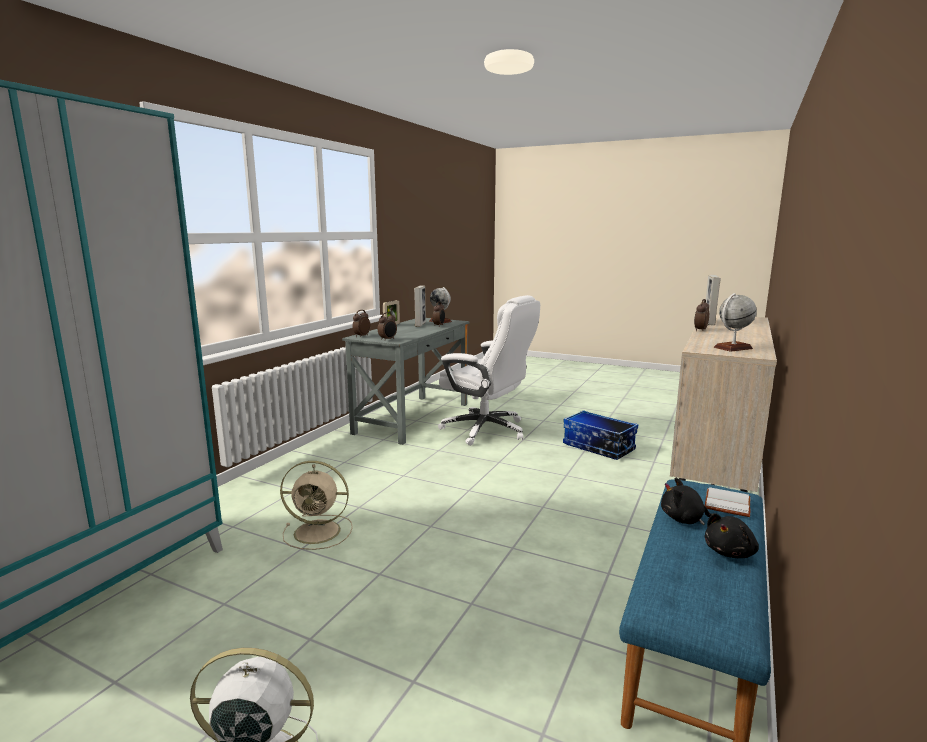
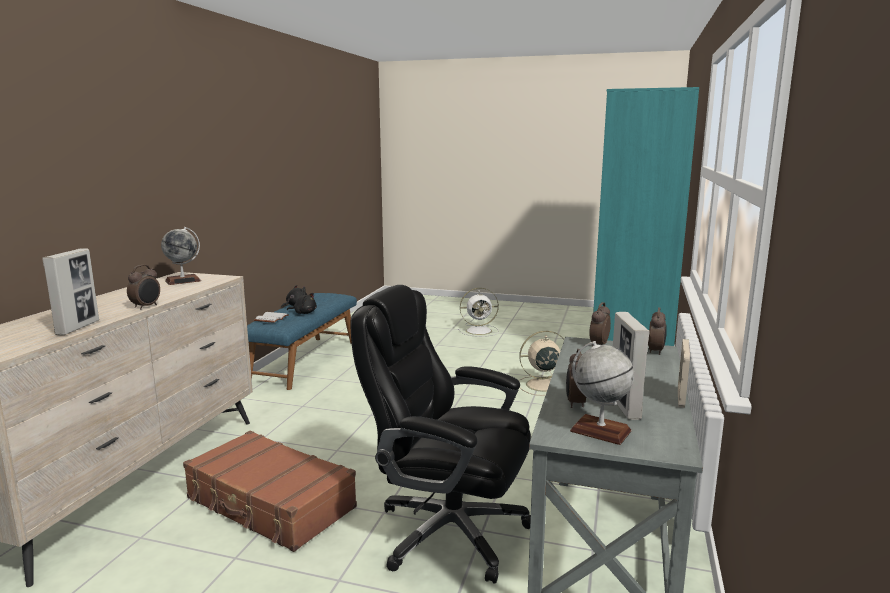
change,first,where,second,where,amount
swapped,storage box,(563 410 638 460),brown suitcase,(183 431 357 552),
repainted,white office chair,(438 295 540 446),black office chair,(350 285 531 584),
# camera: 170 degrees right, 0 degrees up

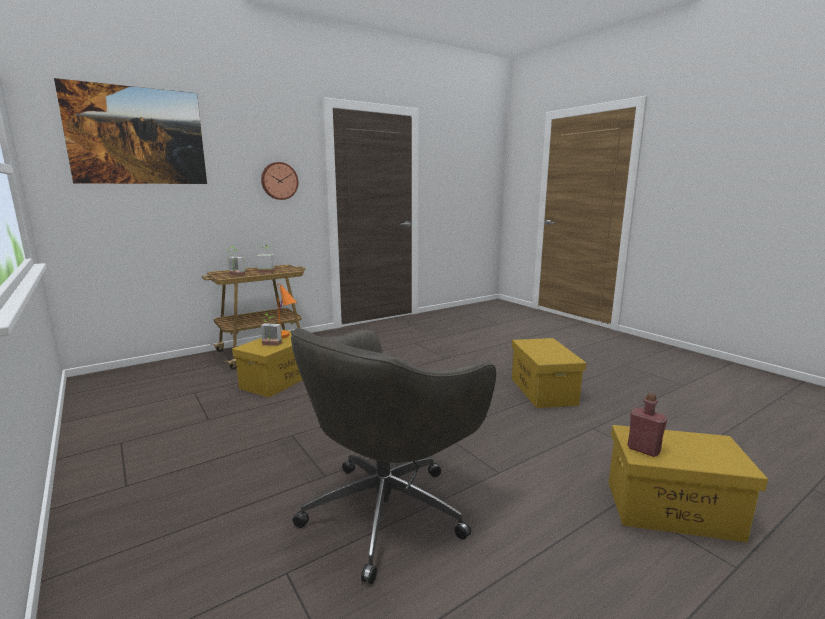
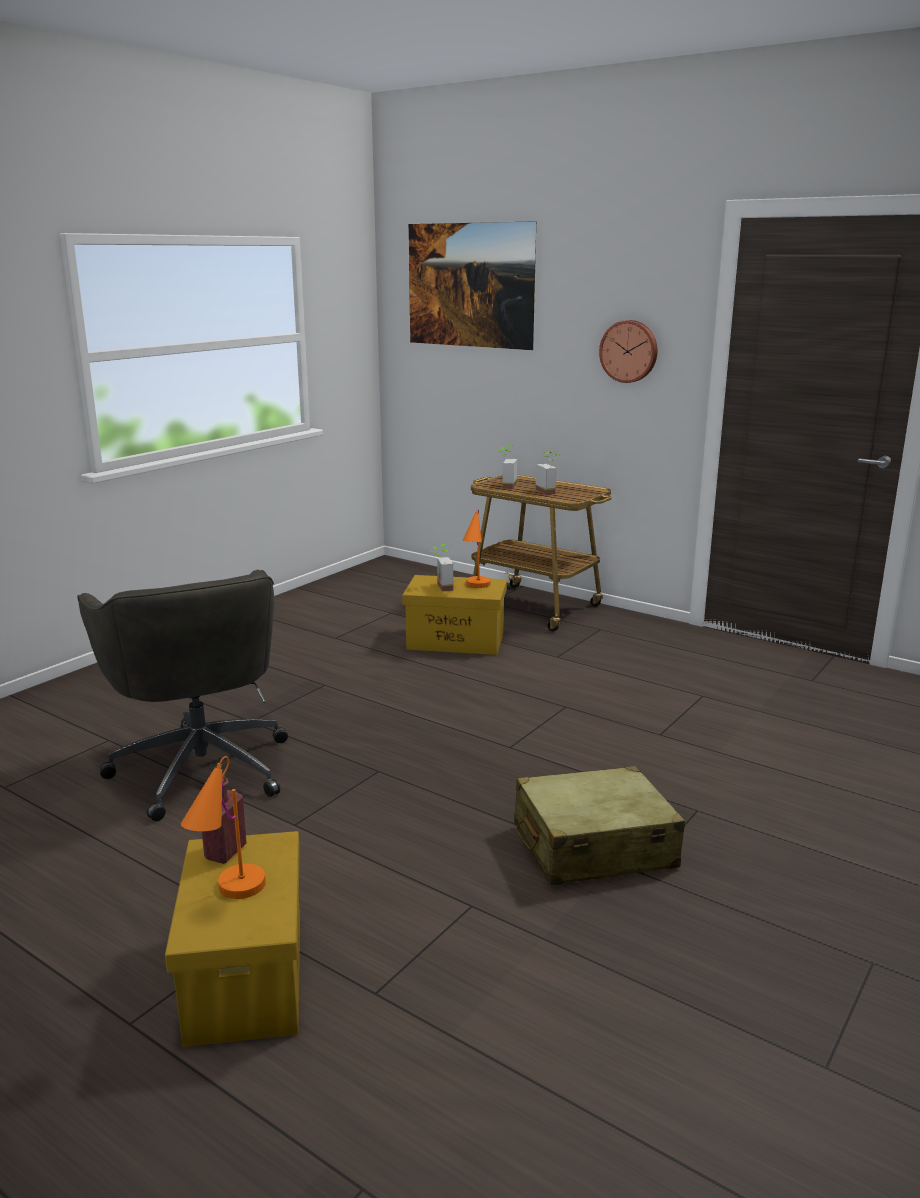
change,first,where,second,where,amount
rotated,grey office chair,(291 328 496 584),,(77 570 288 821),135 degrees counterclockwise
new,,,orange table lamp,(181 756 266 899),
swapped,yellow storage box,(512 338 586 408),beige suitcase,(514 766 685 886),
# camera: 70 degrees right, 5 degrees up

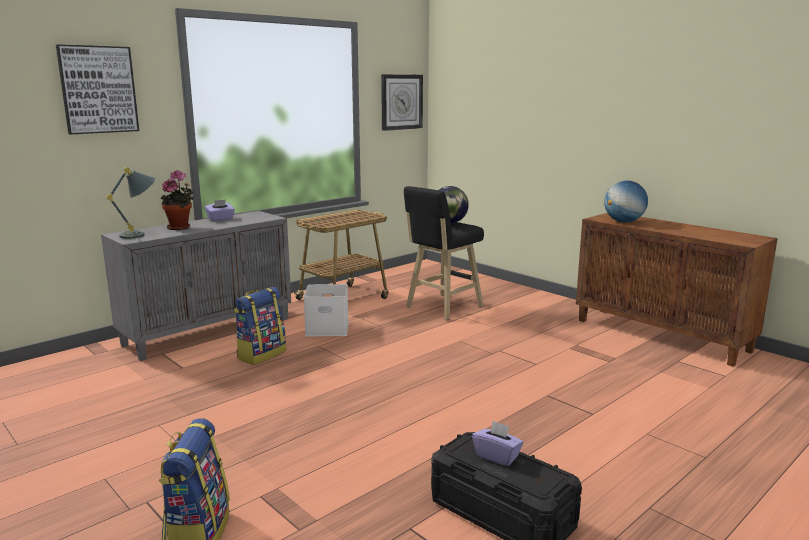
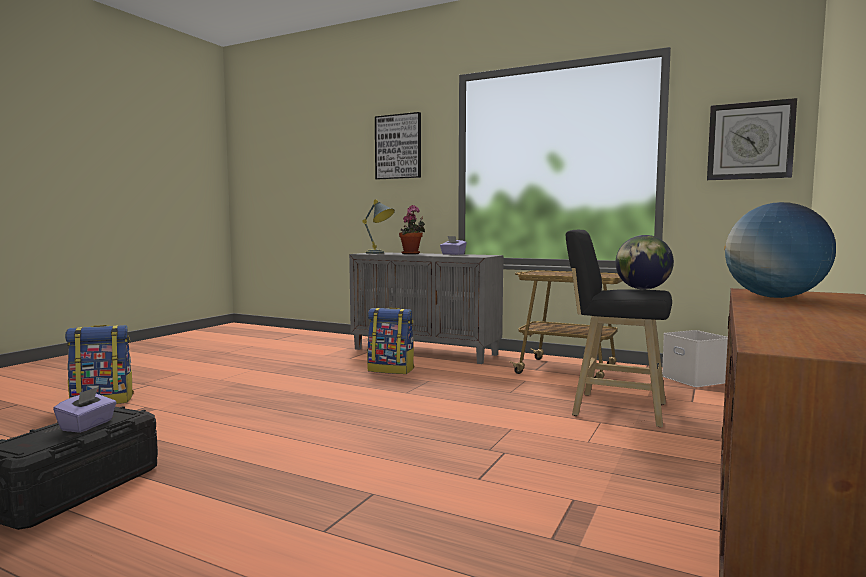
change,first,where,second,where,amount
shifted,white storage box,(304 284 349 337),,(662 330 728 387),
# camera: 70 degrees right, 10 degrees down

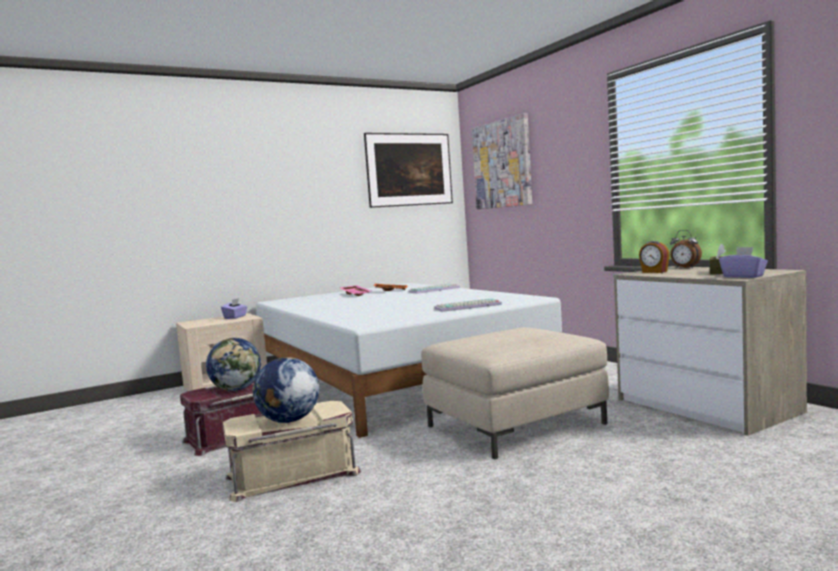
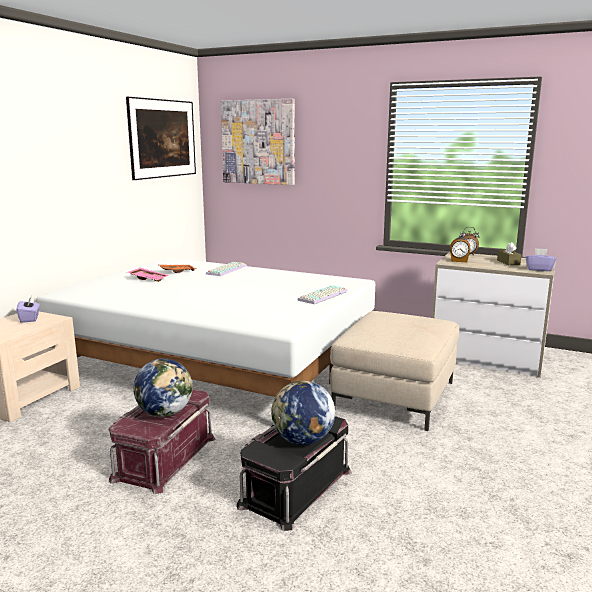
change,first,where,second,where,amount
repainted,beige storage box,(223 401 361 502),black storage box,(237 416 352 531),
# camera: 35 degrees left, 10 degrees up

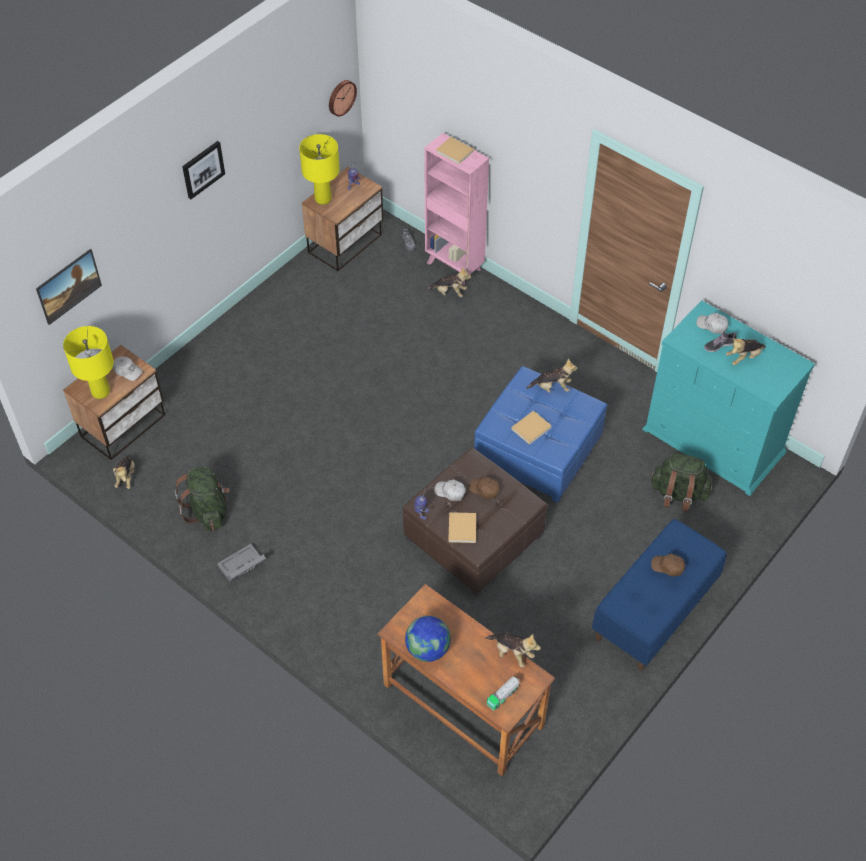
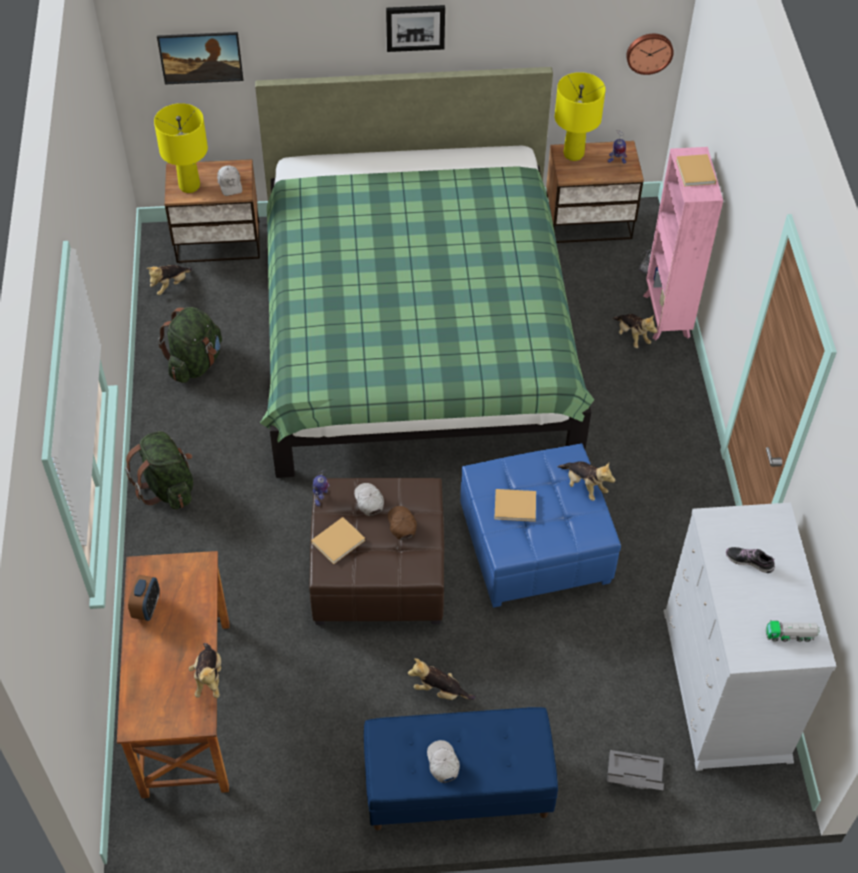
change,first,where,second,where,amount
shifted,green backpack,(651 453 712 511),,(125 431 193 509),
swapped,globe,(405 616 451 662),alarm clock,(128 575 160 621),
new,,,green bed,(255 67 594 478),
shifted,plush toy,(726 338 766 365),,(408 658 476 700),
shifted,white cap,(696 313 729 334),,(427 740 460 783),
shifted,grey storage box,(217 544 266 581),,(607 750 664 790),
repainted,turquoise dresser,(642 300 815 496),white dresser,(663 502 837 771),
shifted,toy truck,(487 676 520 711),,(766 620 820 642),
gone,brown cap,(651 554 685 576),,,
# camera: 45 degrees right, 0 degrees up

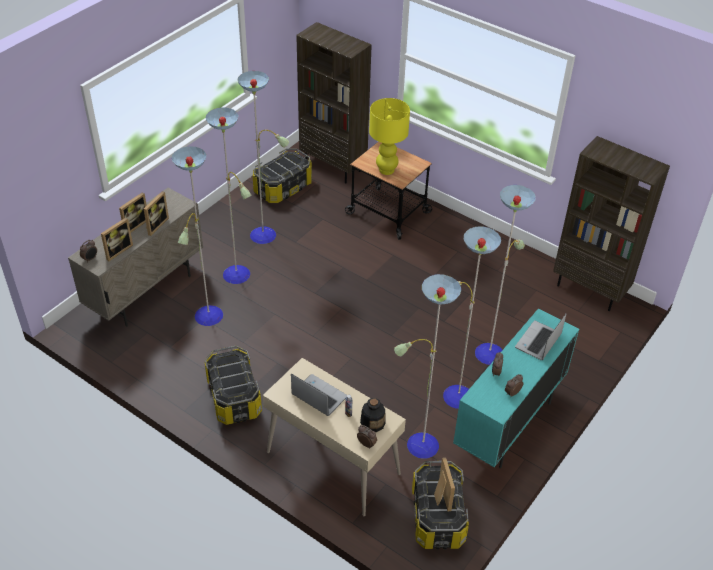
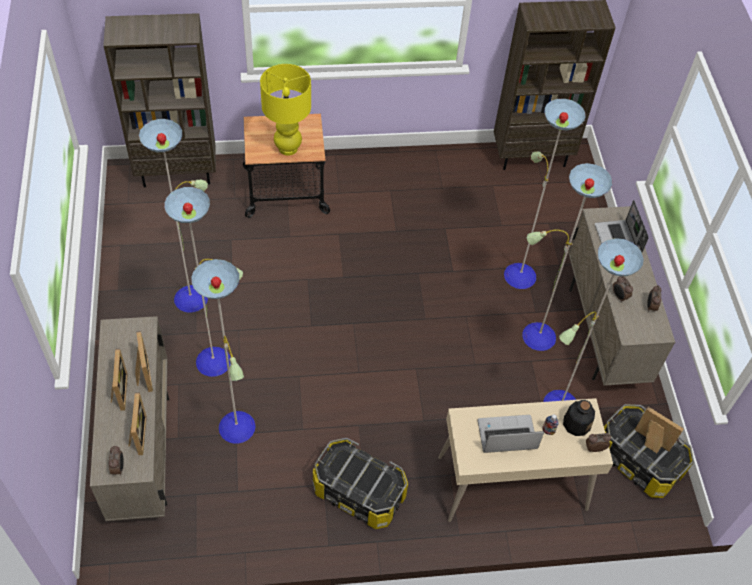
change,first,where,second,where,amount
repainted,turquoise cabinet,(453 308 579 469),beige cabinet,(568 206 675 386),
gone,storage box,(252 148 312 203),,,
# camera: 45 degrees left, 10 degrees up

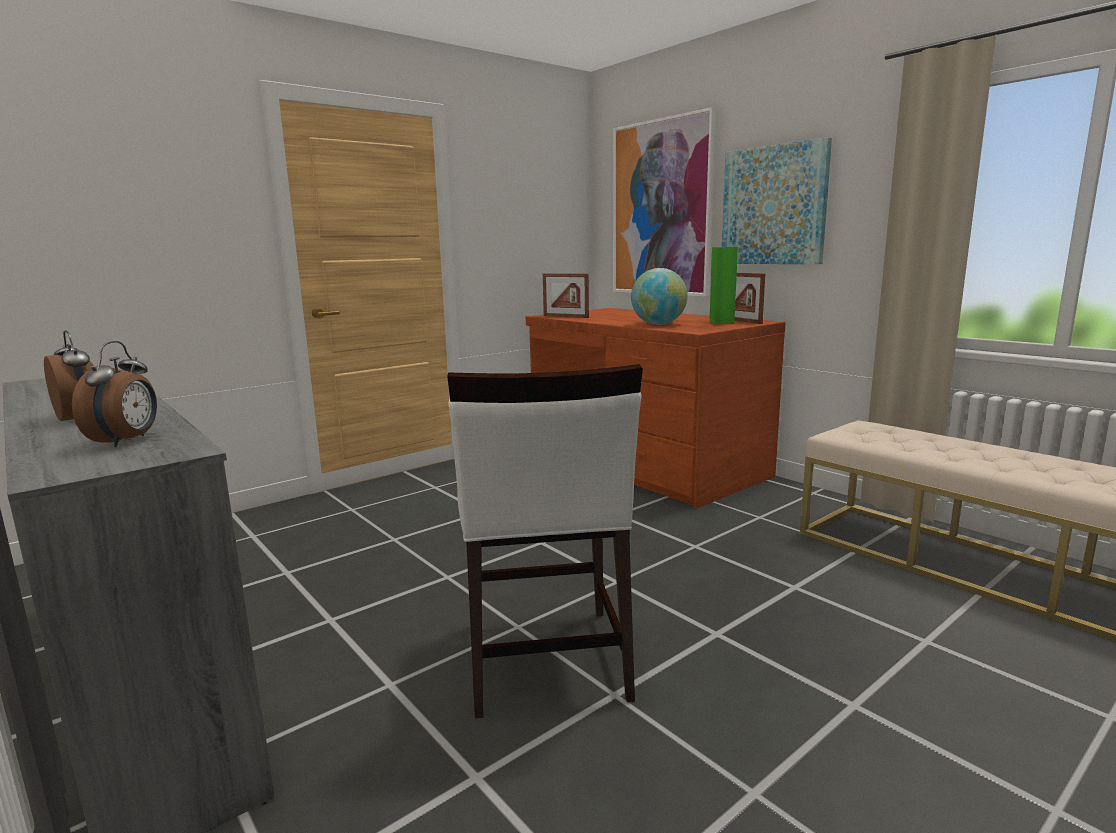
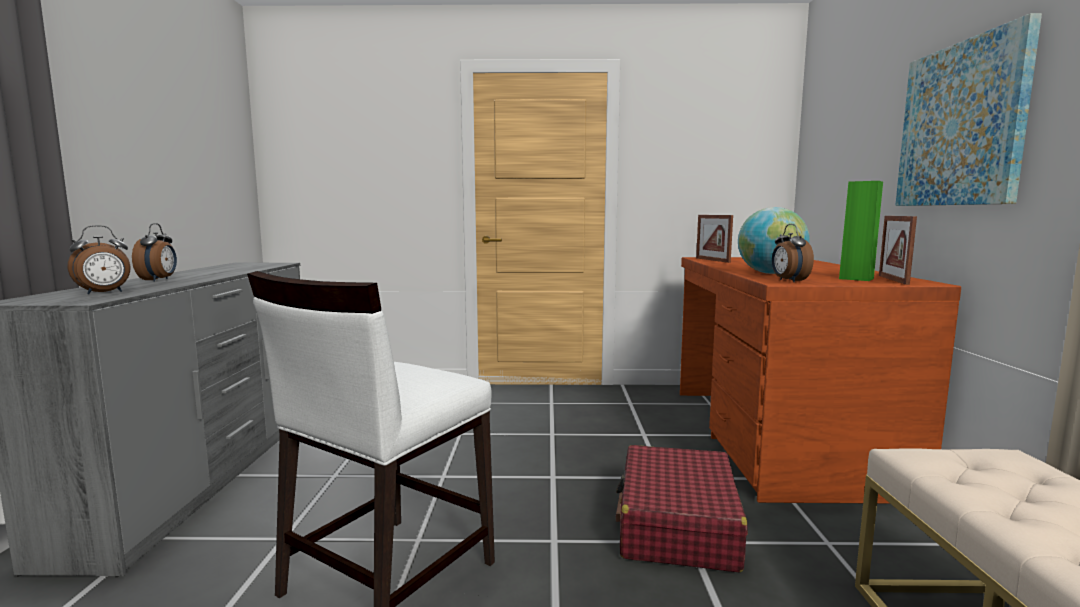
change,first,where,second,where,amount
new,,,red suitcase,(616 445 748 572),
new,,,alarm clock,(772 224 814 283),
gone,picture,(613 107 716 296),,,
# camera: 40 degrees right, 5 degrees down

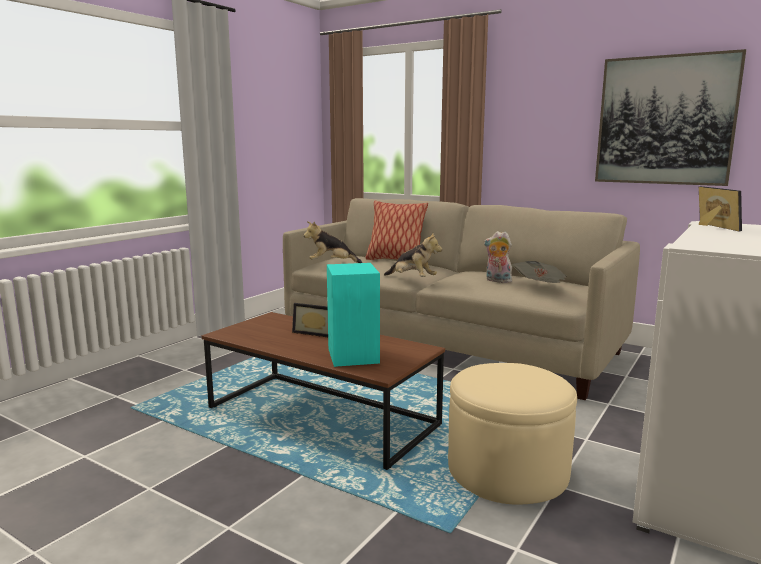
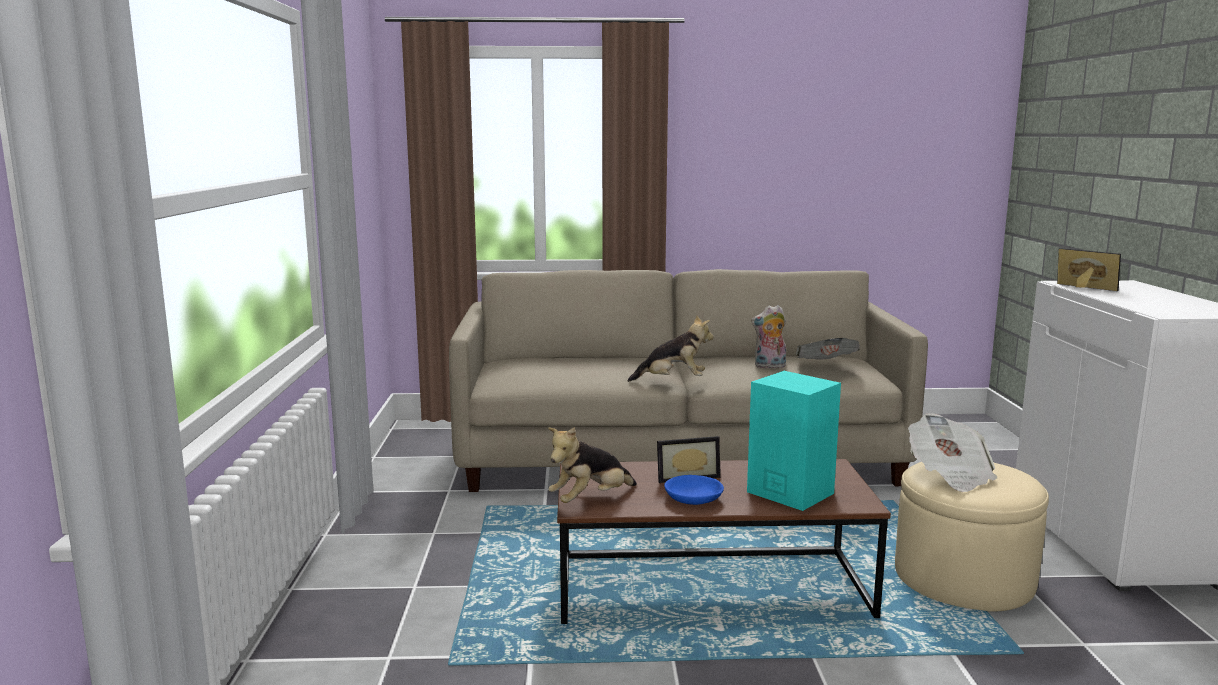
change,first,where,second,where,amount
shifted,plush toy,(303 221 362 263),,(548 427 637 503),
new,,,blue bowl,(664 475 724 505),
new,,,newspaper,(908 413 997 492),
gone,pillow,(365 201 428 260),,,
gone,picture,(595 49 746 186),,,
# camera: 35 degrees left, 0 degrees up

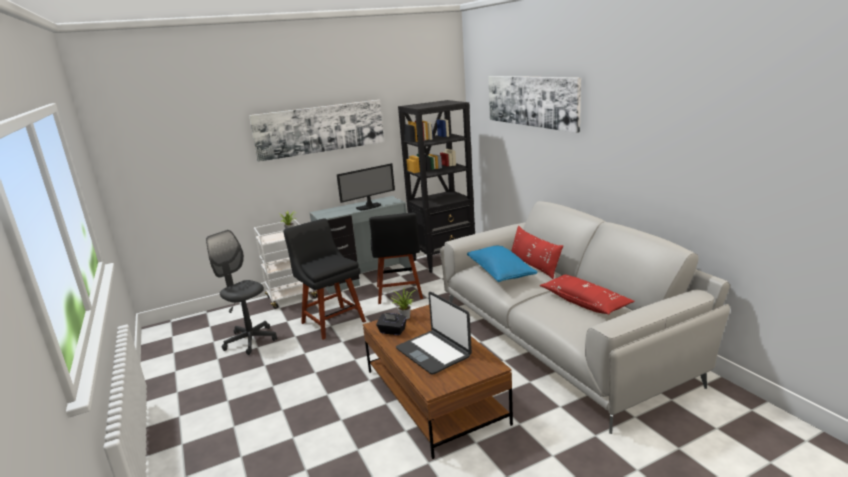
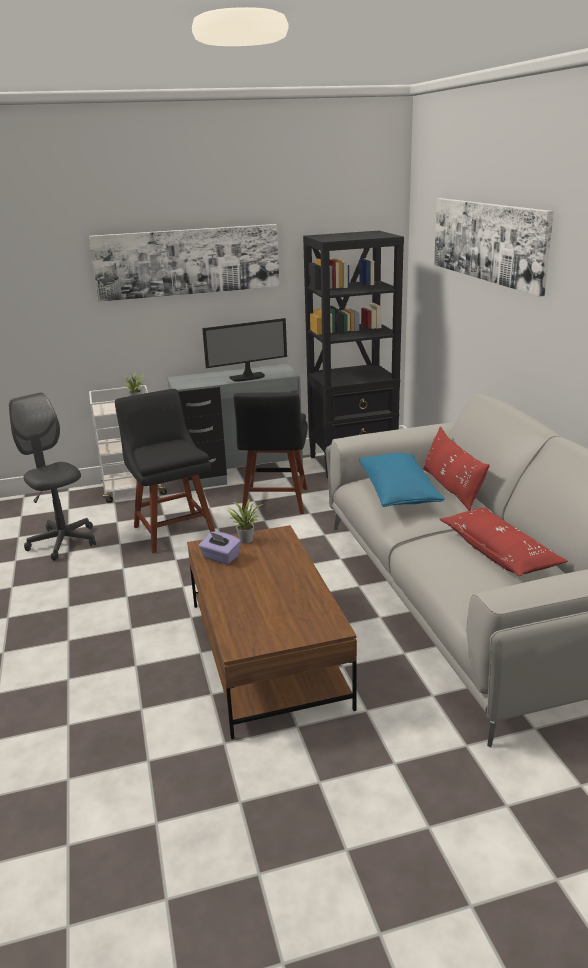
change,first,where,second,where,amount
repainted,black tissue box,(376 313 407 335),purple tissue box,(199 531 241 564),
gone,laptop,(396 292 472 374),,,
# camera: 10 degrees right, 5 degrees up

